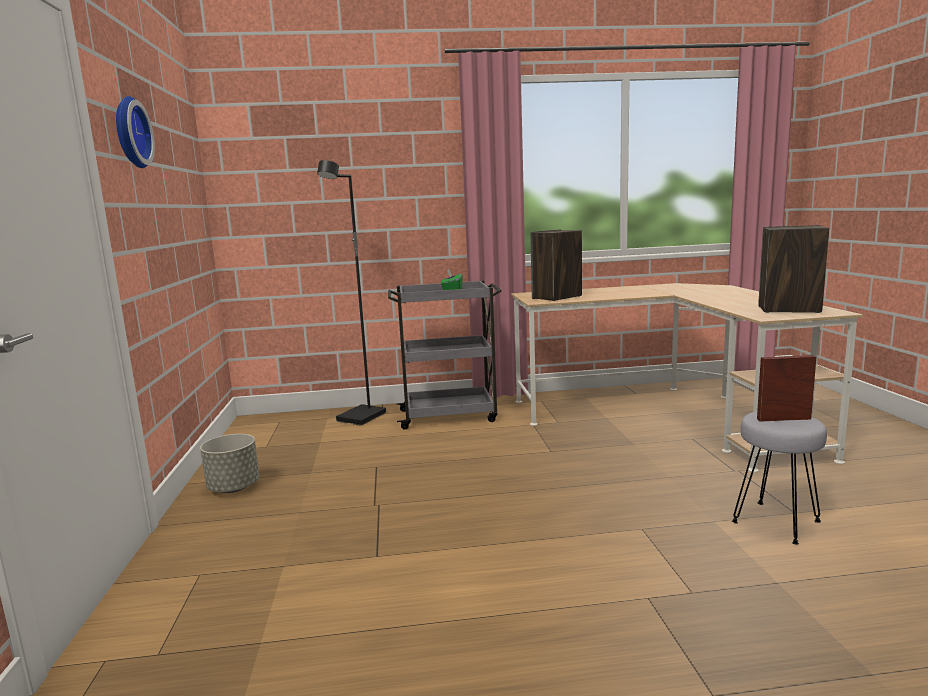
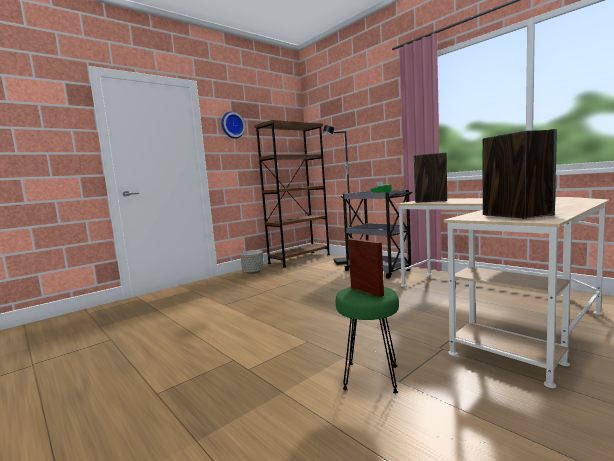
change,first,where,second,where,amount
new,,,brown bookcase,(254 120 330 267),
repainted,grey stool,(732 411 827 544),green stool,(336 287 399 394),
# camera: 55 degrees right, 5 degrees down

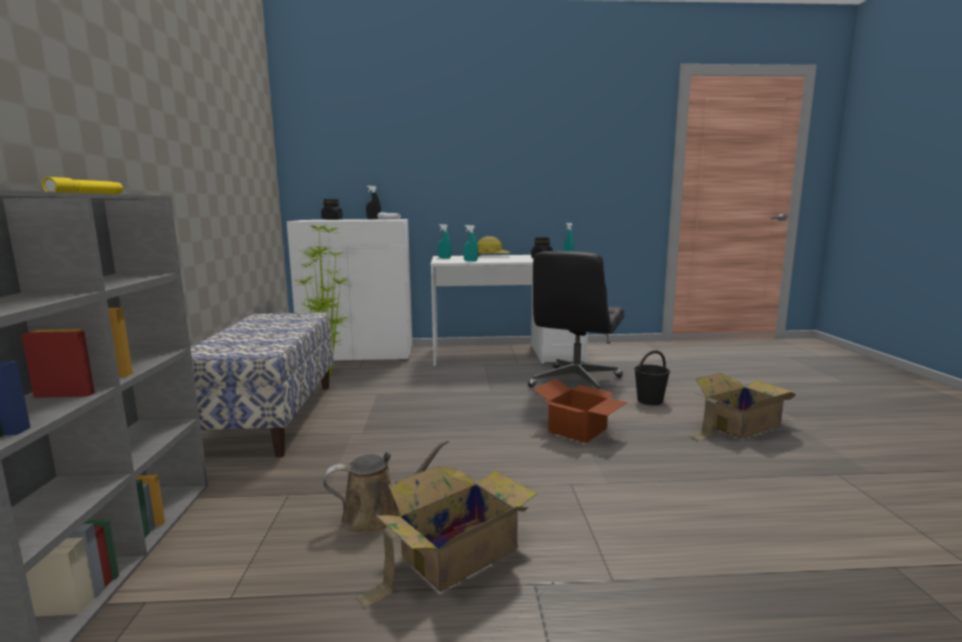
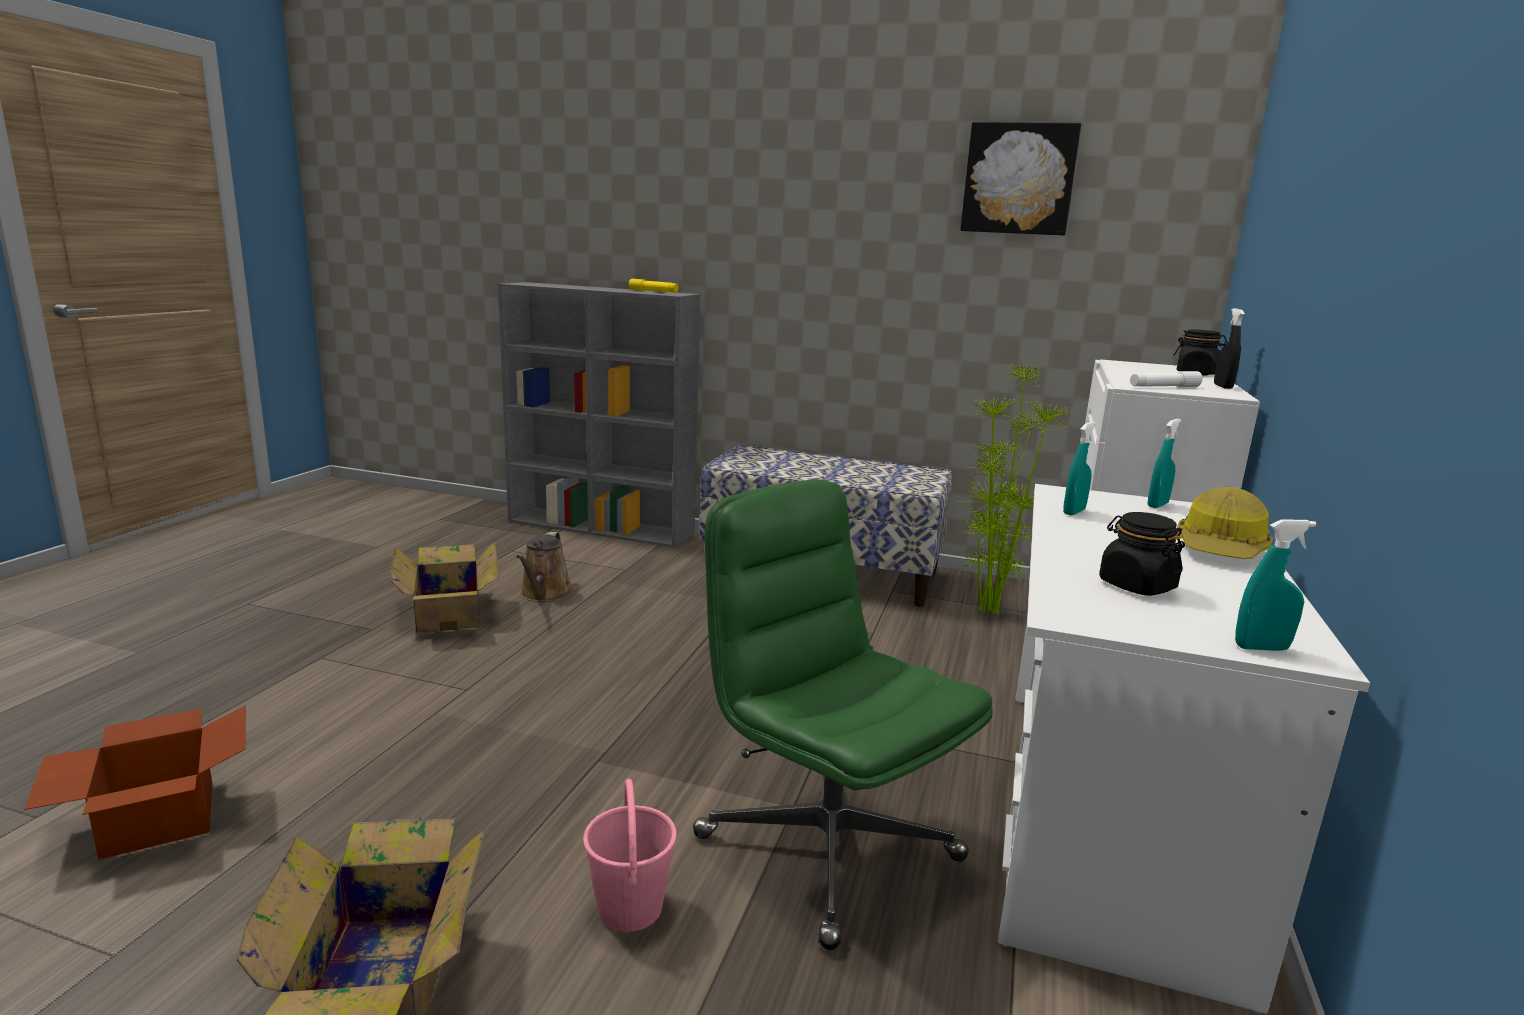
change,first,where,second,where,amount
shifted,cardboard box,(533 379 628 443),,(24 706 246 860),
repainted,black bucket,(634 350 670 405),pink bucket,(583 779 677 932),
repainted,black office chair,(528 251 624 390),green office chair,(693 479 993 950),
new,,,picture,(960 122 1081 236),
# camera: 110 degrees right, 5 degrees up

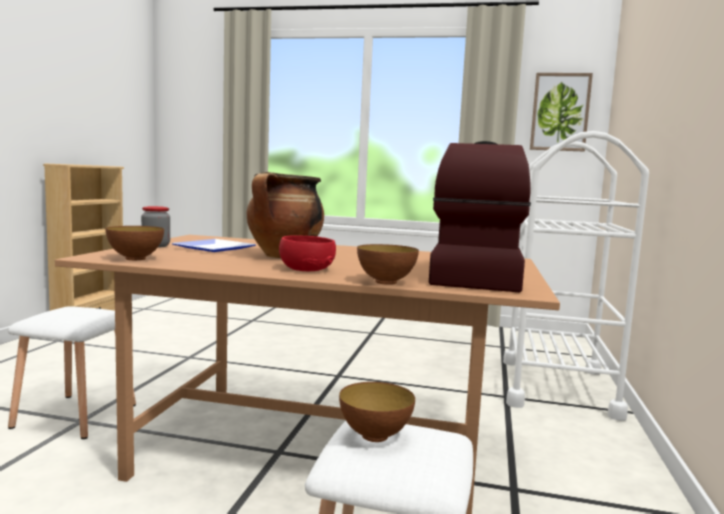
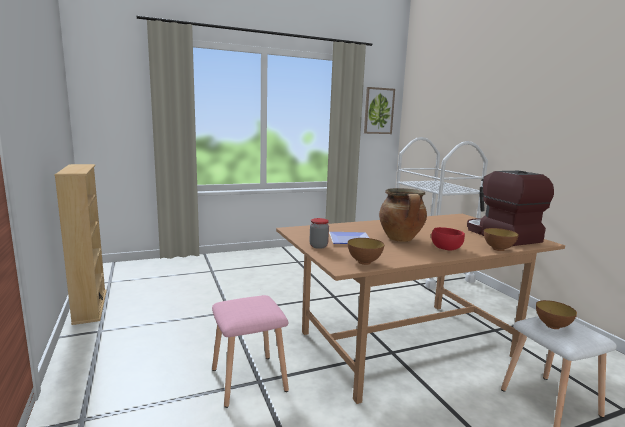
change,first,where,second,where,amount
repainted,white stool,(8 306 136 439),pink stool,(212 295 289 408),
# camera: 35 degrees left, 5 degrees up

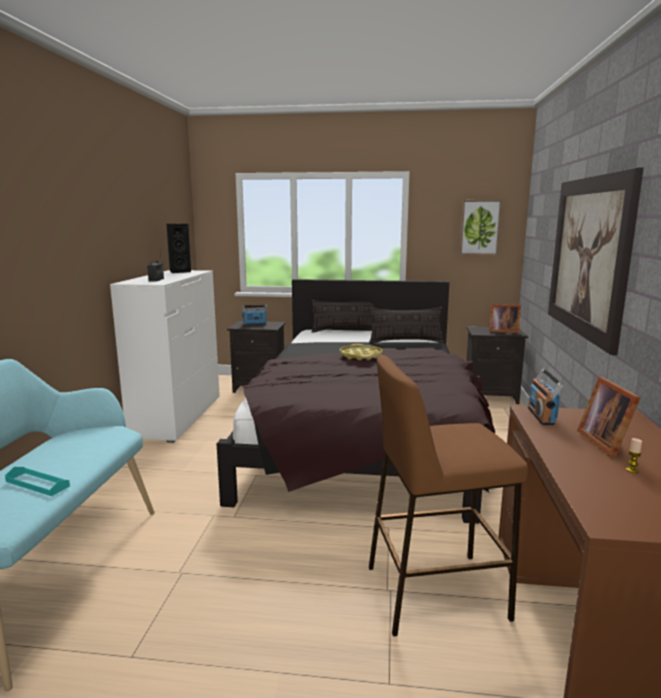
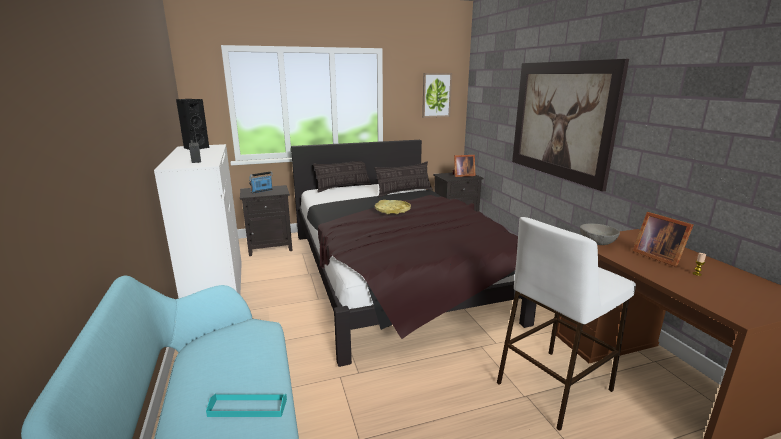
change,first,where,second,where,amount
repainted,brown stool,(369 355 528 636),white stool,(497 217 636 431),
swapped,radio,(528 369 564 425),grey bowl,(580 224 620 245),
# camera: 25 degrees left, 5 degrees up

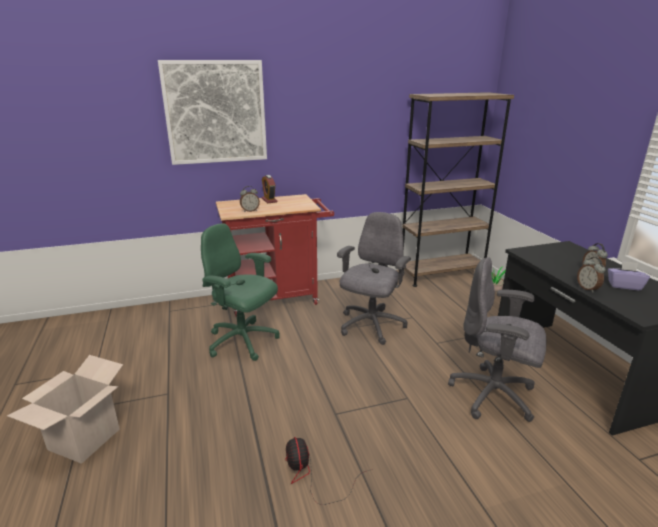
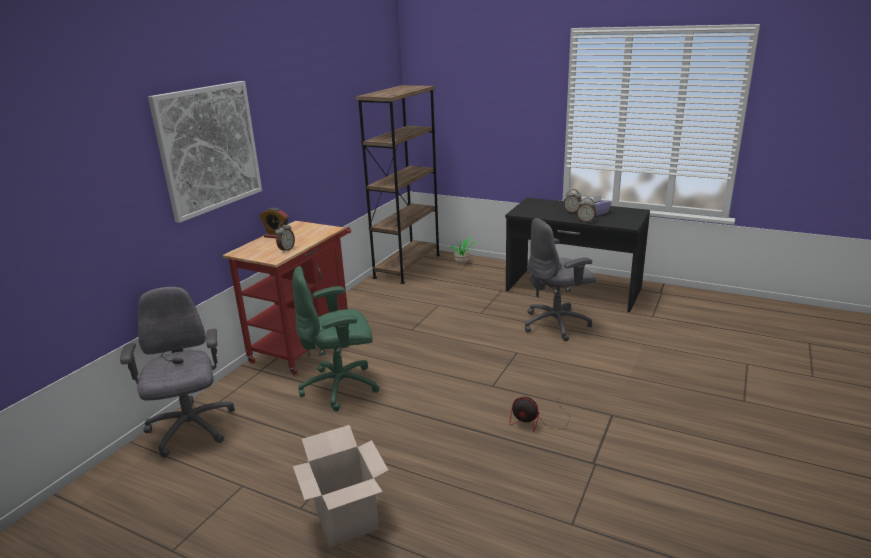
change,first,where,second,where,amount
shifted,grey office chair,(337 212 411 345),,(120 287 235 458),
# camera: 45 degrees left, 0 degrees up

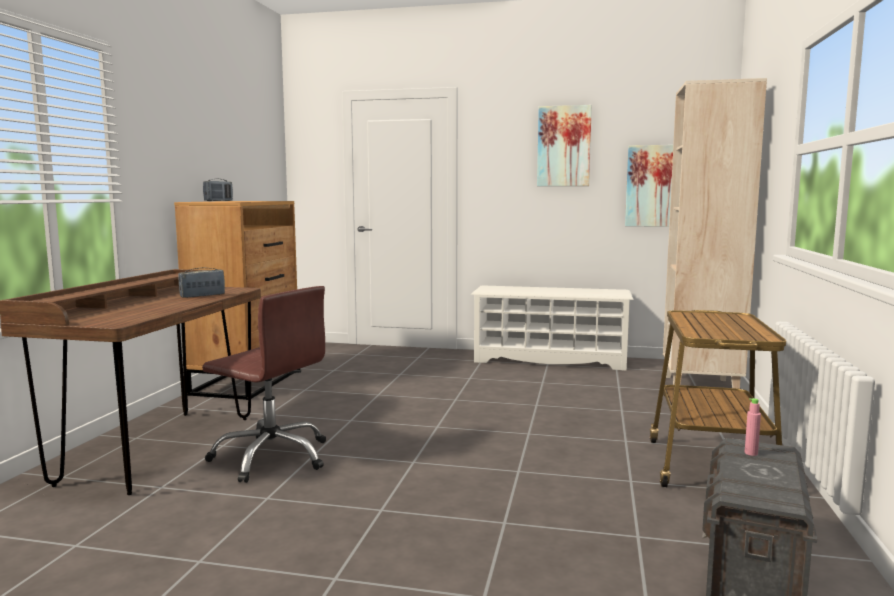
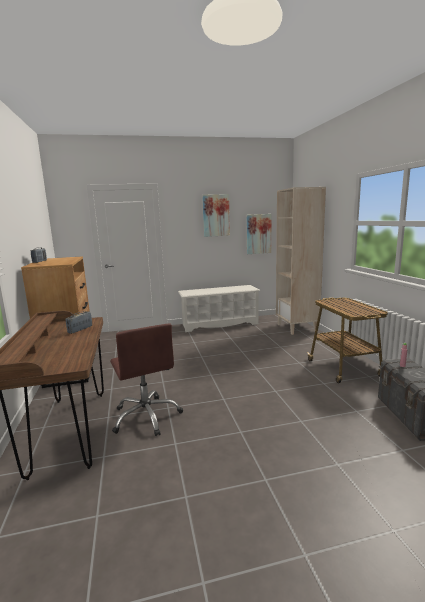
change,first,where,second,where,amount
rotated,brown office chair,(202 286 326 483),,(110 323 183 436),60 degrees clockwise
# camera: 25 degrees left, 5 degrees up

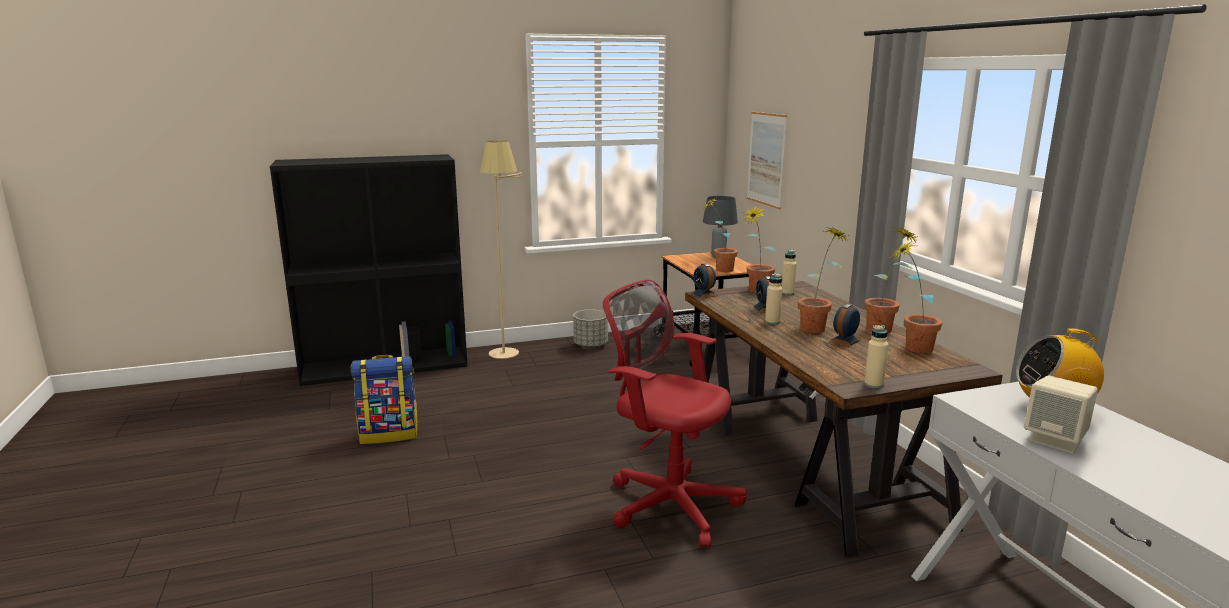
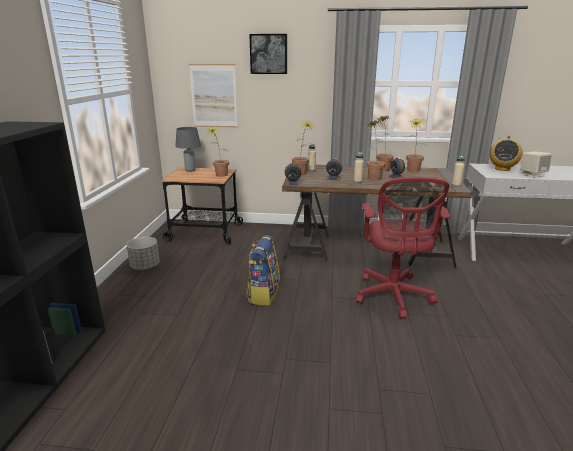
change,first,where,second,where,amount
shifted,backpack,(351 355 418 444),,(246 235 280 306),
new,,,picture,(249 34 287 74),
rotated,red office chair,(603 279 747 549),,(356 177 451 319),60 degrees counterclockwise
gone,beige floor lamp,(480 140 522 359),,,
# camera: 65 degrees left, 5 degrees up

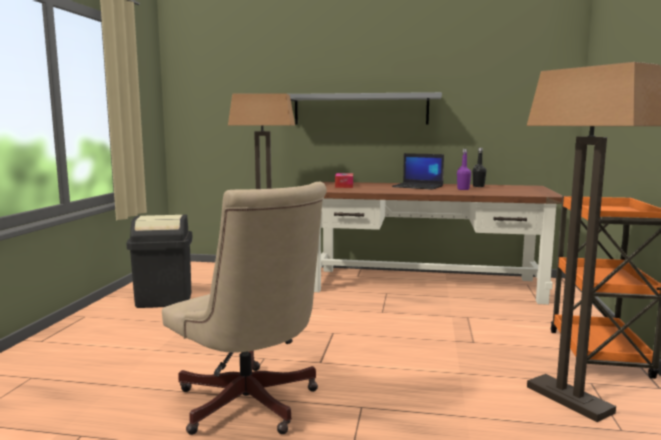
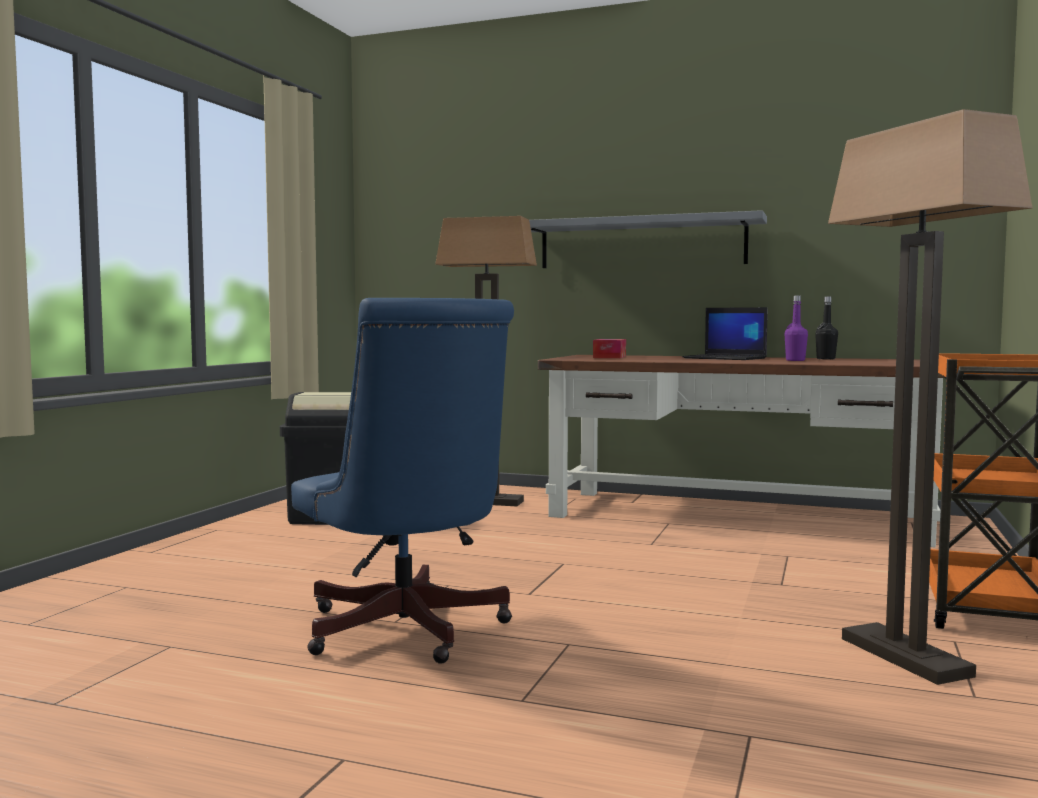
change,first,where,second,where,amount
repainted,beige office chair,(162 182 327 435),blue office chair,(291 298 514 664),
# camera: 10 degrees right, 5 degrees down

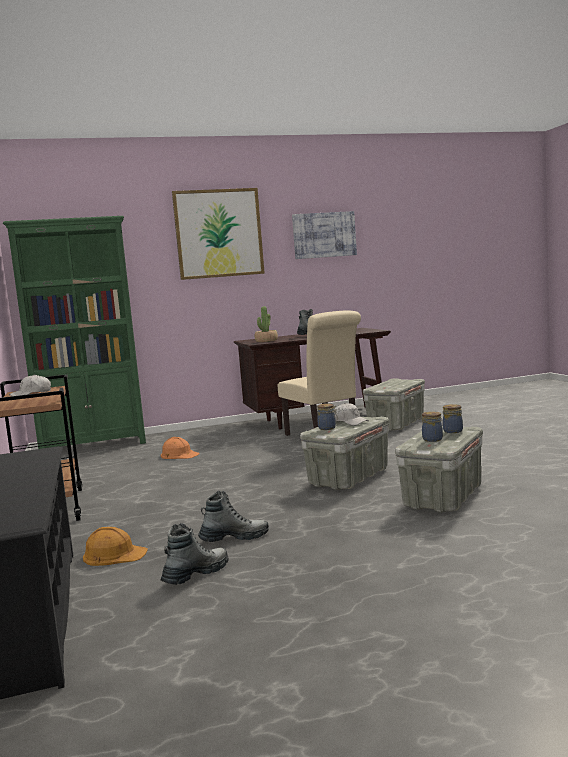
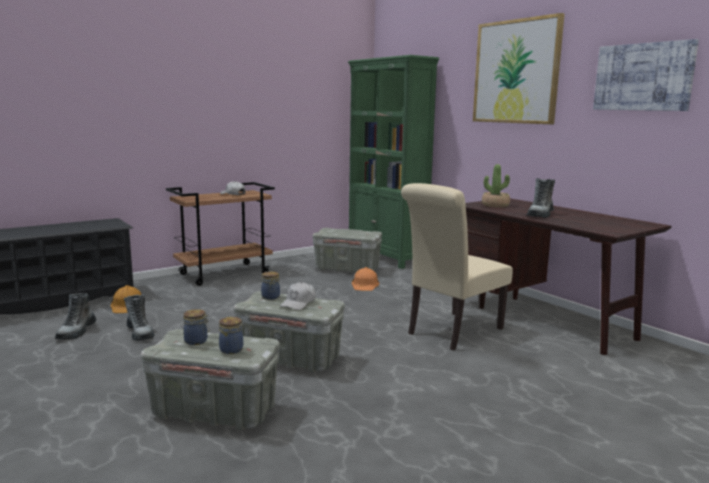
change,first,where,second,where,amount
rotated,boot,(160 523 228 585),,(55 293 97 340),75 degrees clockwise
shifted,grey storage box,(363 379 425 431),,(312 228 382 273),
# camera: 70 degrees right, 5 degrees up

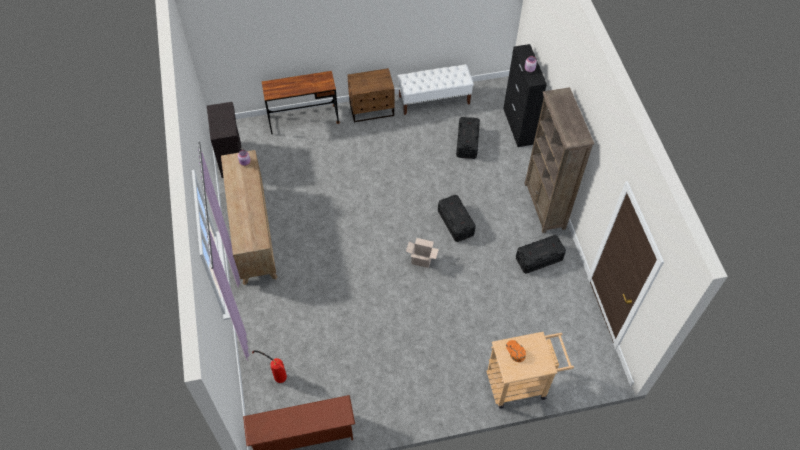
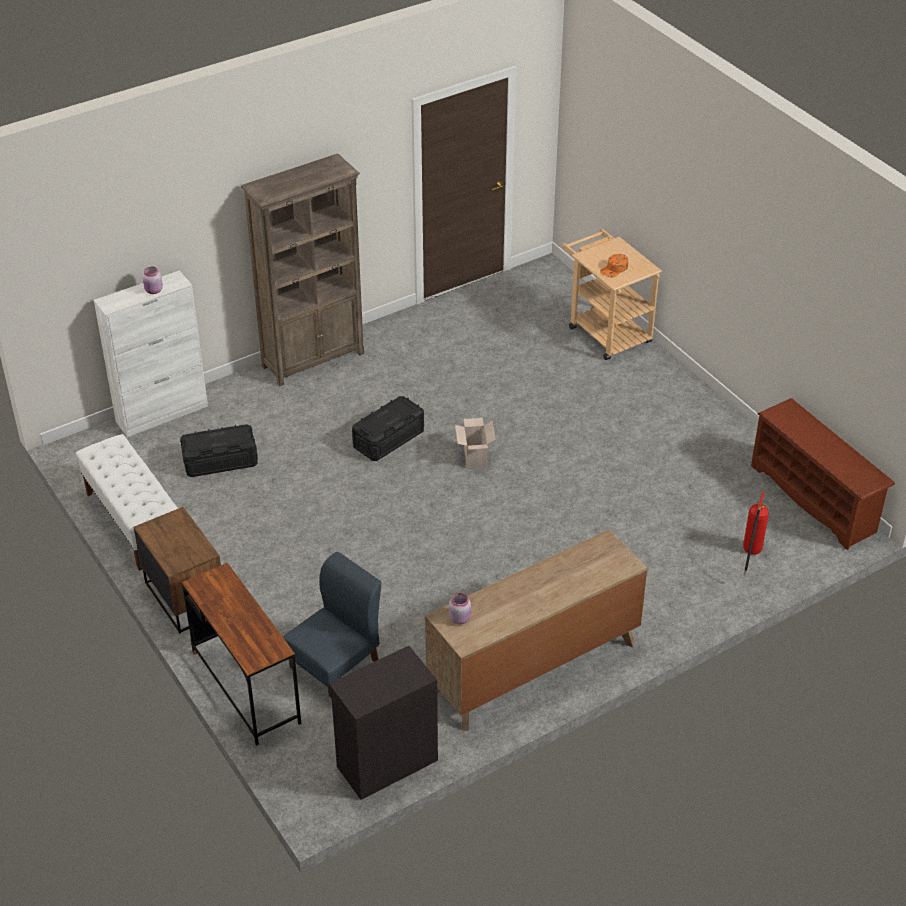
change,first,where,second,where,amount
repainted,black cabinet,(503 44 547 147),white cabinet,(94 270 208 437),
new,,,blue chair,(282 552 381 696),
gone,black storage box,(516 235 566 274),,,
# camera: 110 degrees left, 15 degrees down

